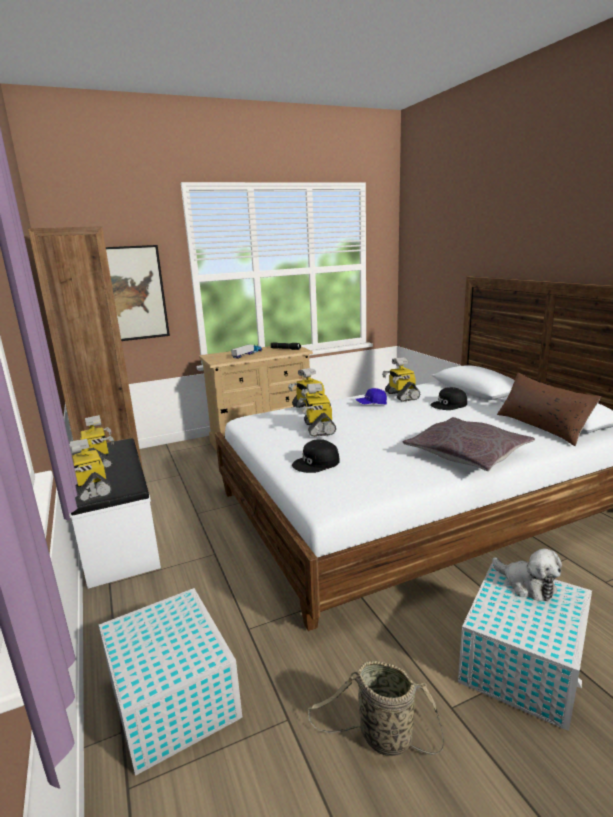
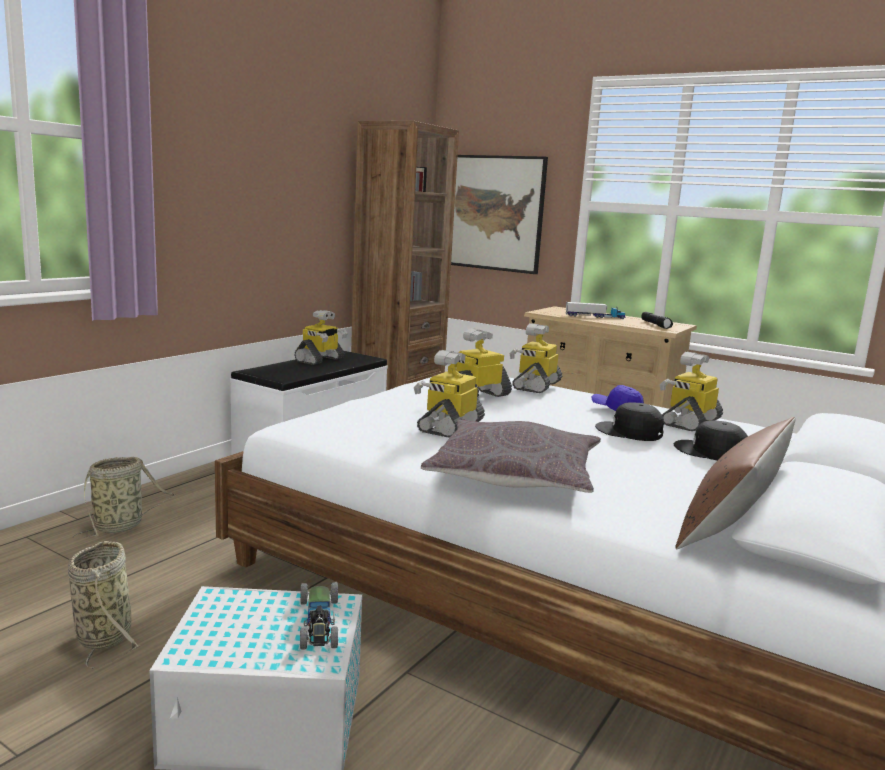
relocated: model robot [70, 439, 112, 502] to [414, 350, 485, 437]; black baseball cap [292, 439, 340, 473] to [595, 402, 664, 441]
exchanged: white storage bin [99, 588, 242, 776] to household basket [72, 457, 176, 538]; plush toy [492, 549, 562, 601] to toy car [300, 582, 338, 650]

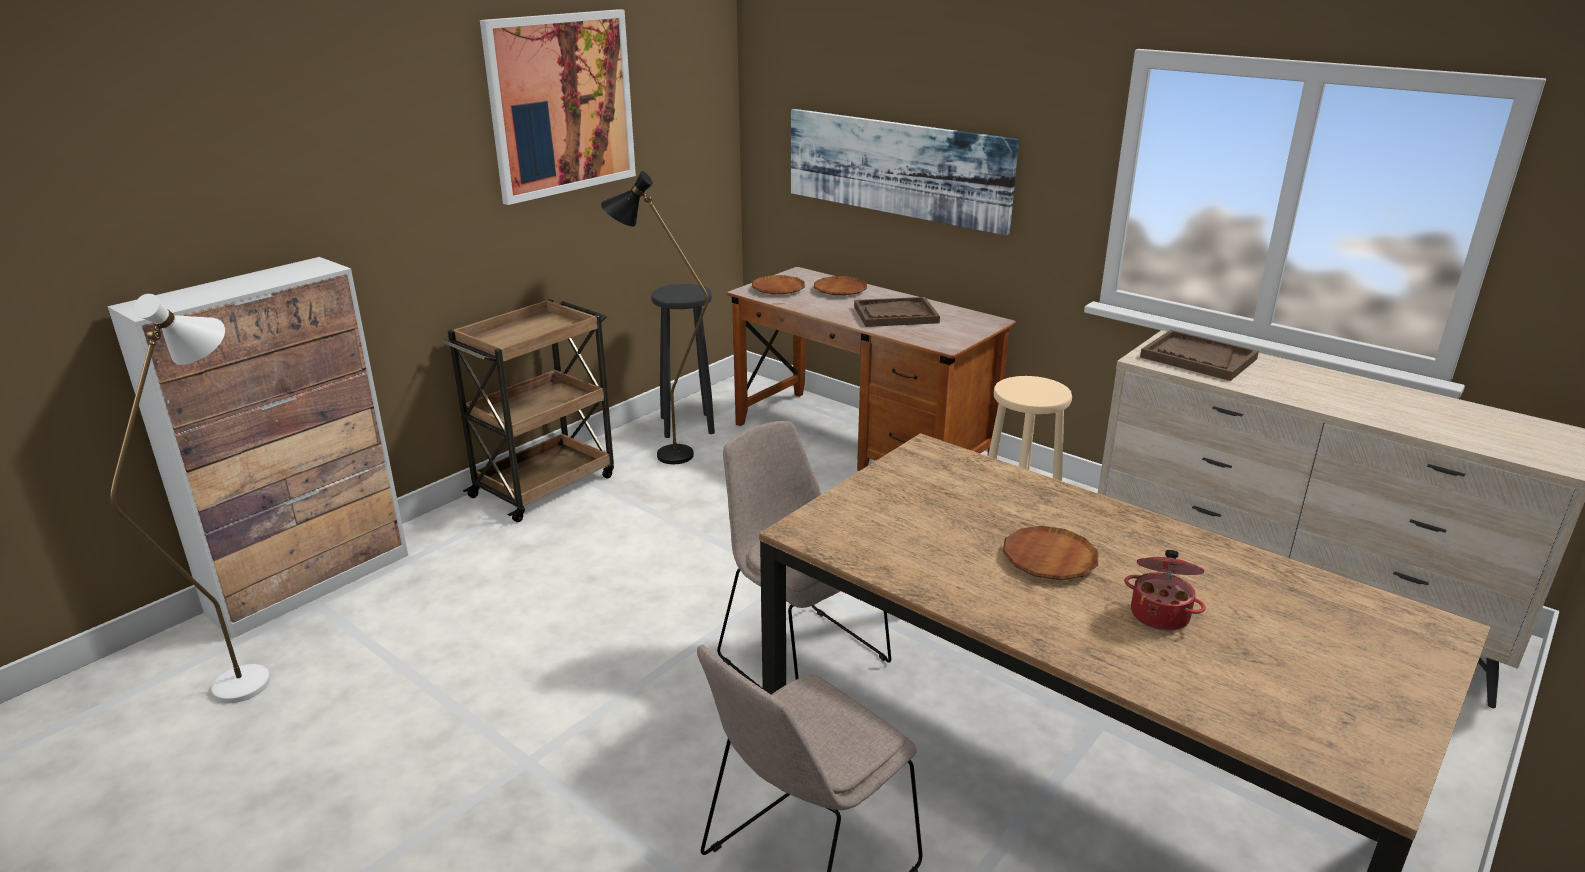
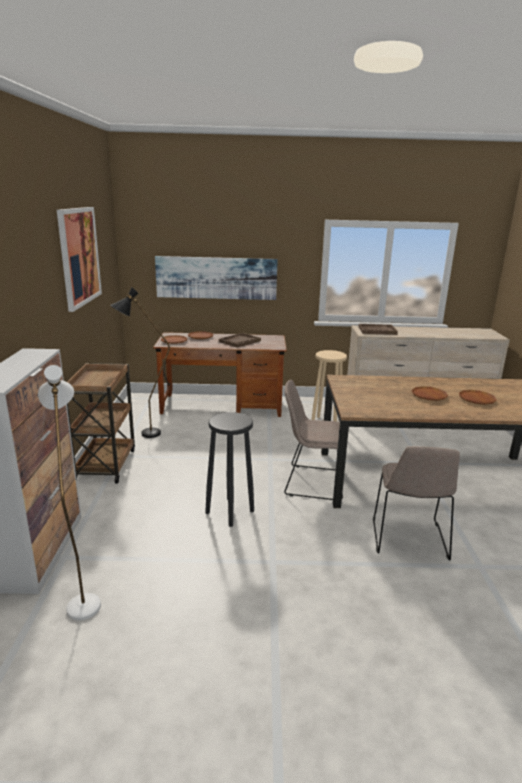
relocated: black stool seat [651, 284, 715, 438] to [205, 412, 254, 527]
exchanged: cooking pot [1124, 550, 1206, 631] to brownish flat dish [459, 390, 497, 405]

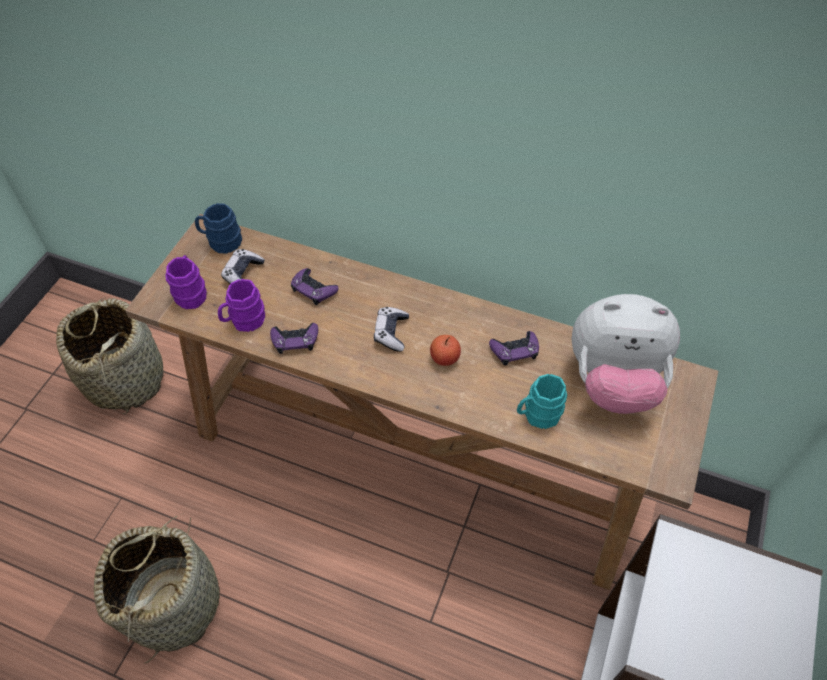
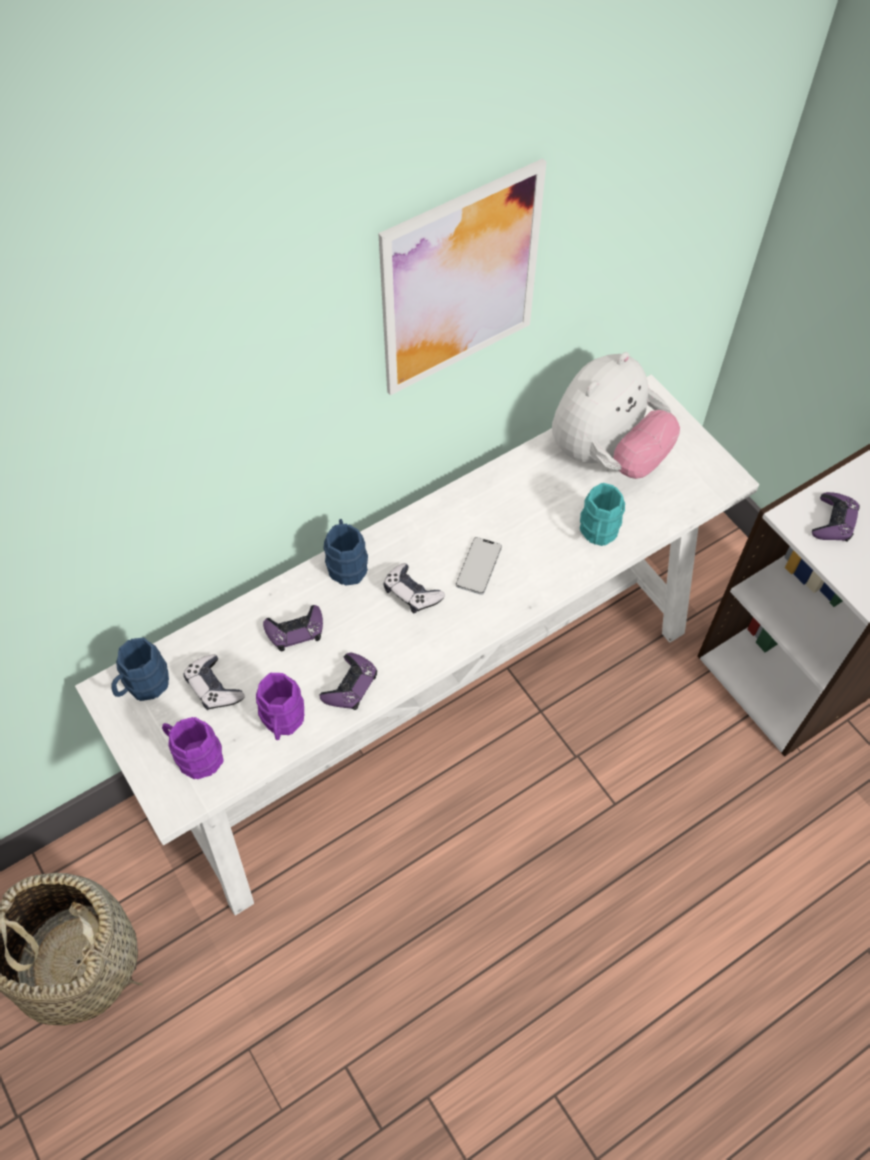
missing: household basket [94, 513, 220, 664]
appeared: blue-coloured coffee mug [323, 519, 368, 586]; picture [378, 158, 546, 395]
relocated: purple gamepad [489, 331, 539, 365] to [812, 492, 860, 542]
exchanged: apple [430, 335, 461, 366] to handset [456, 537, 502, 595]
colour: brownish narrow table [125, 214, 718, 590] to white narrow table [75, 375, 759, 915]

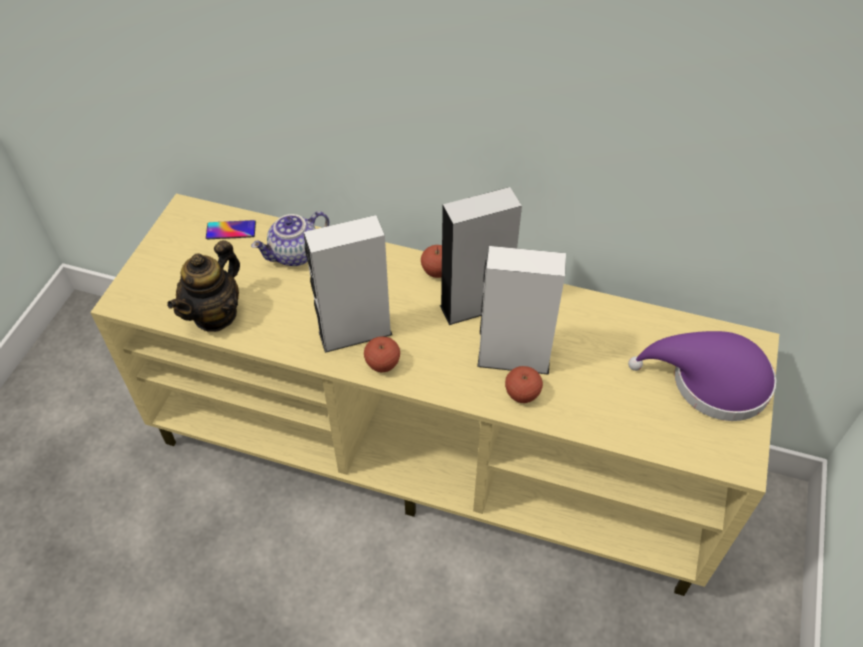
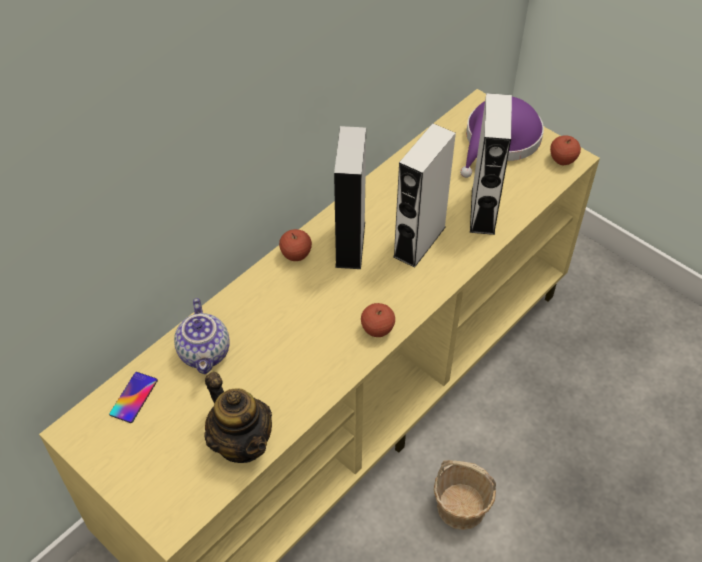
appeared: household basket [434, 460, 496, 530]
relocated: white speaker [303, 215, 392, 353] to [470, 93, 512, 235]; apple [505, 366, 543, 403] to [550, 135, 581, 165]

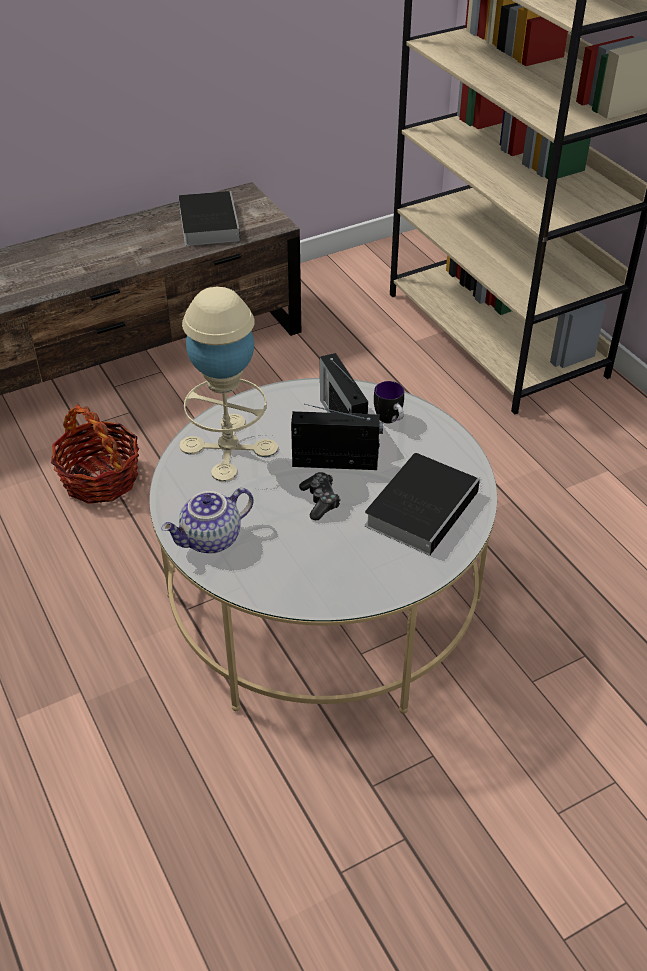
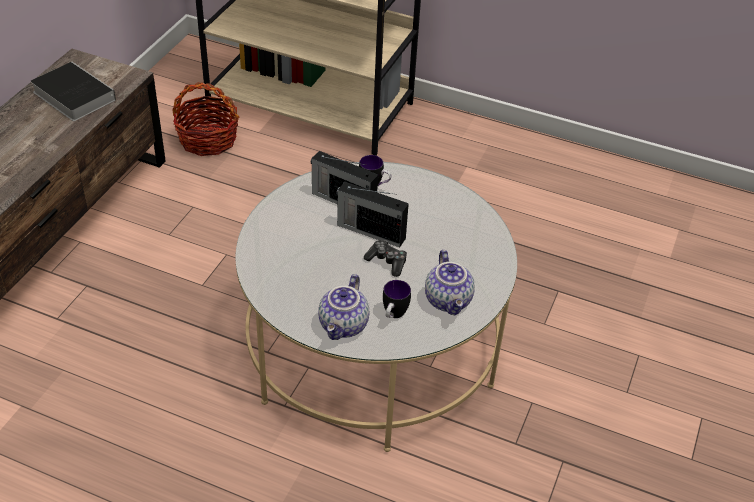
missing: beige-coloured lamp for a table [179, 287, 278, 482]; volume [365, 453, 482, 556]
appeared: coffee mug [383, 280, 411, 318]; teapot [425, 250, 475, 315]
relocated: household basket [51, 404, 139, 504] to [172, 82, 239, 156]
spun: radio set [291, 404, 383, 470] = [336, 182, 409, 247] 120 degrees counterclockwise

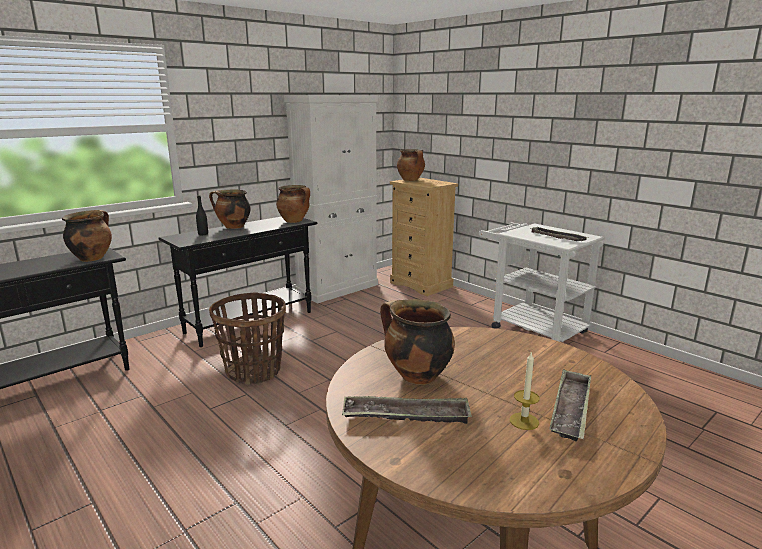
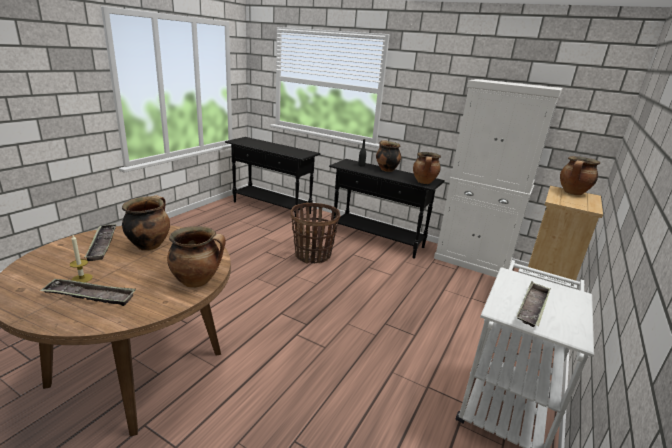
relocated: cooking pot [62, 210, 112, 262] to [167, 226, 226, 288]

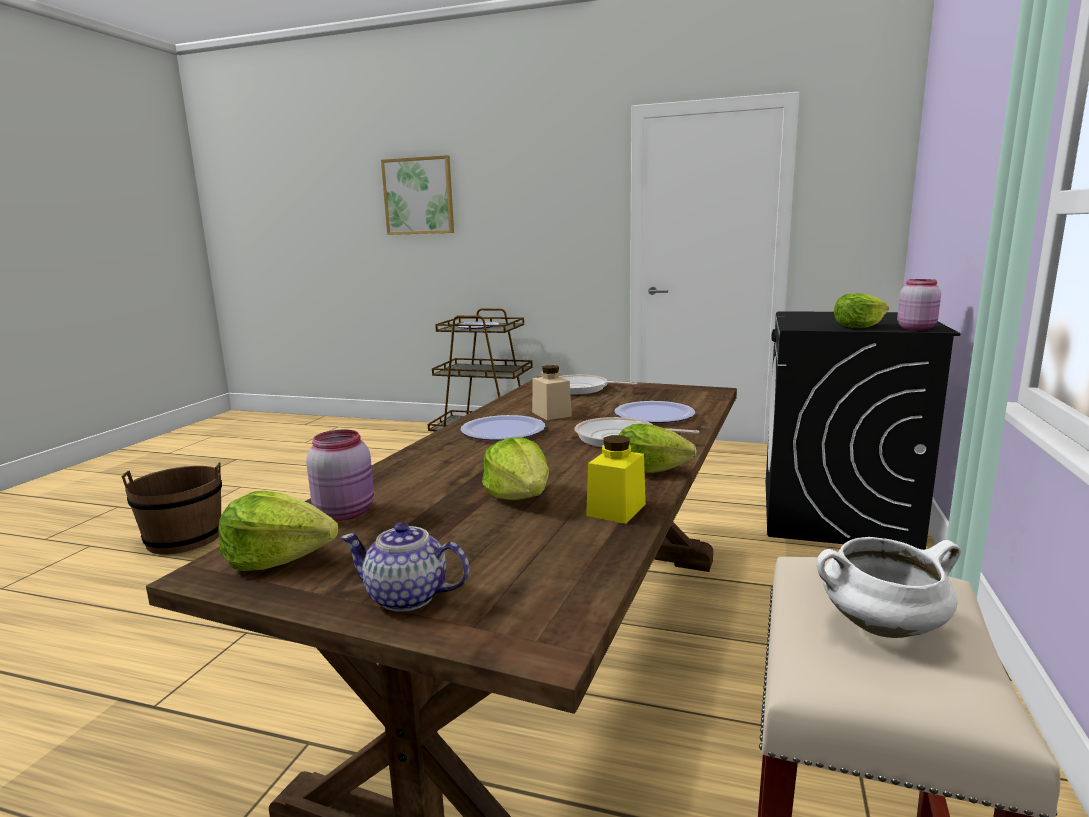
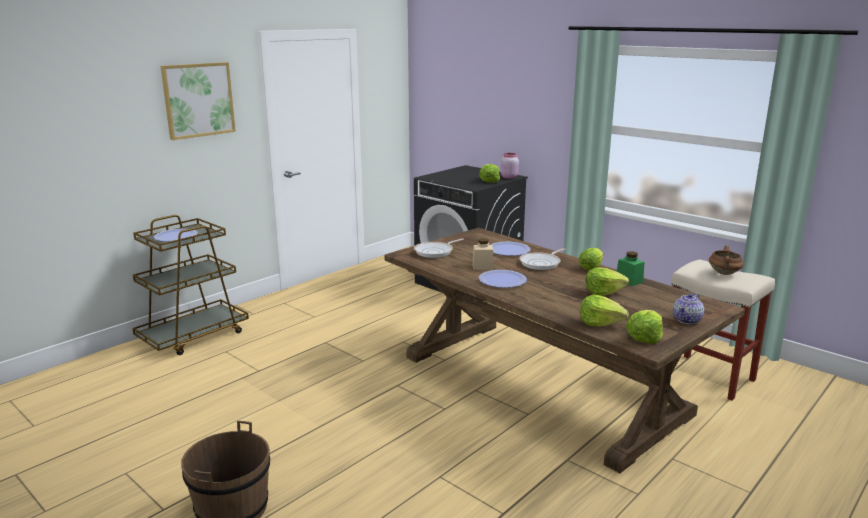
relocated: picture [381, 155, 454, 235] to [161, 62, 236, 140]
exchanged: pink-coloured storage jar [306, 429, 374, 521] to lettuce head [580, 295, 629, 326]
colour: yellow-coloured storage jar [586, 435, 646, 524] to greenish storage jar [617, 251, 644, 286]; white cooking pot [817, 537, 961, 638] to brownish cooking pot [709, 246, 744, 275]

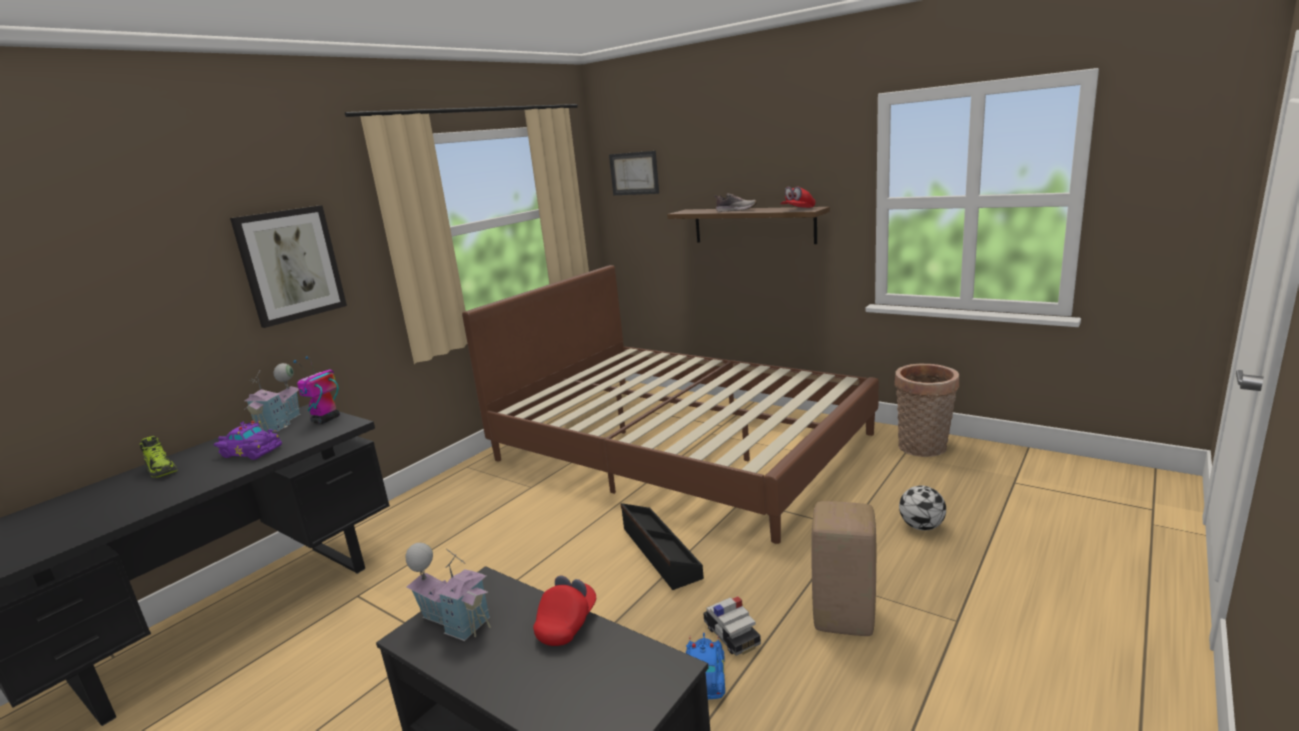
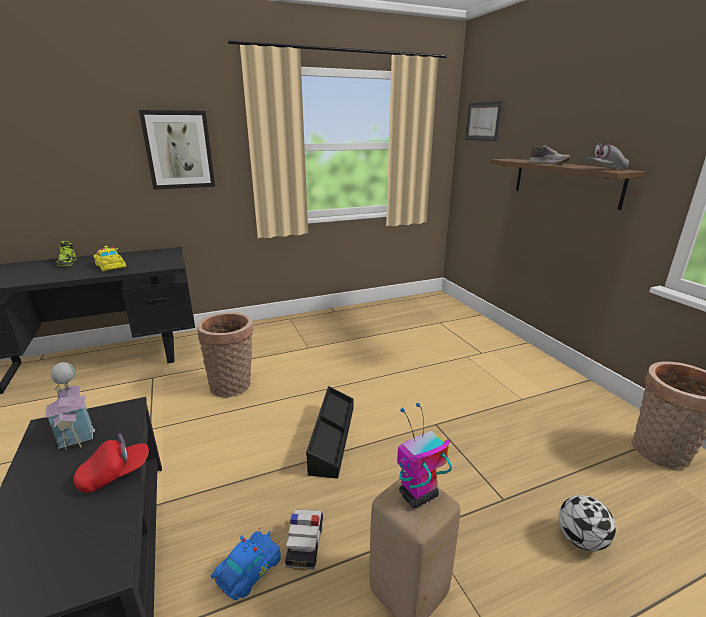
missing: model house [244, 363, 300, 432]; brownish bed [462, 265, 879, 544]
appeared: household basket [197, 312, 253, 397]
relocated: model robot [293, 356, 340, 424] to [397, 403, 452, 508]
colour: purple toy car [214, 421, 282, 460] to yellow-coloured toy car [94, 246, 126, 272]; reddish baseball cap [780, 186, 815, 208] to greyish baseball cap [585, 143, 629, 169]

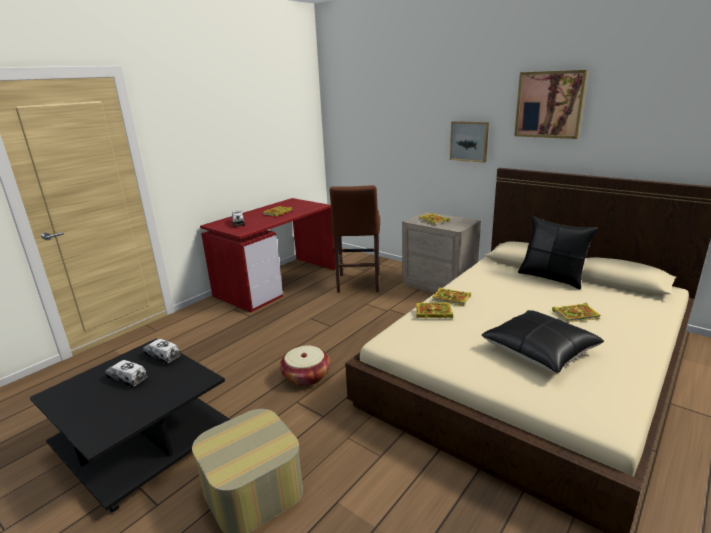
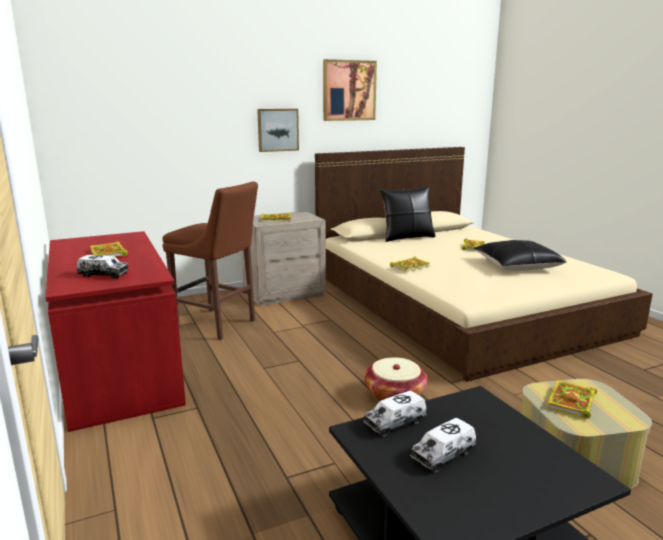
relocated: volume [416, 303, 453, 318] to [548, 380, 597, 419]

